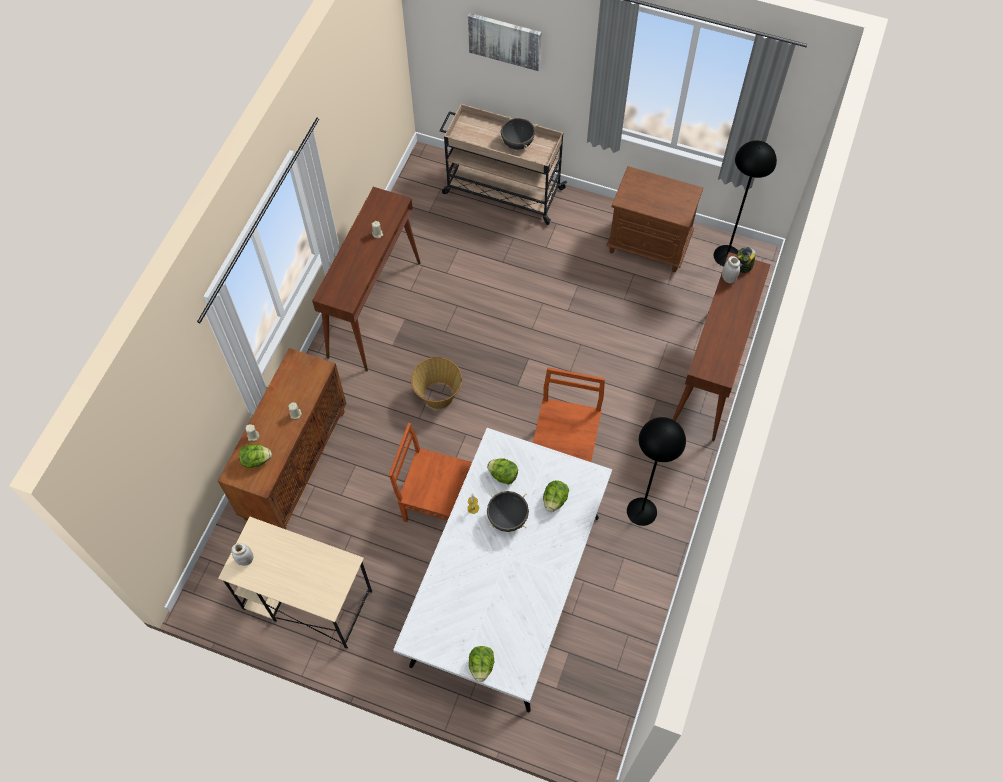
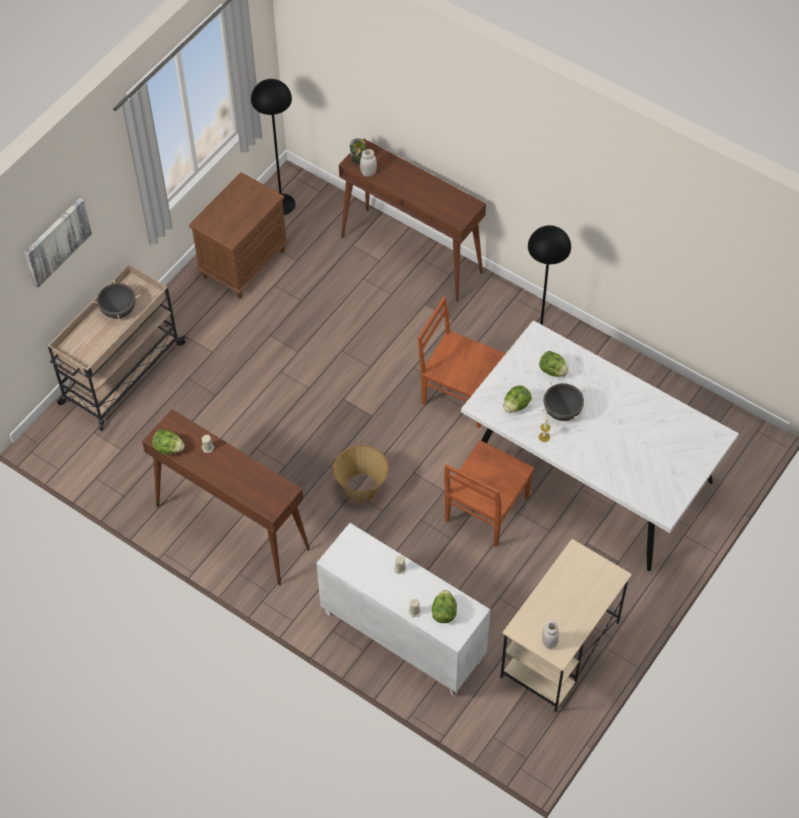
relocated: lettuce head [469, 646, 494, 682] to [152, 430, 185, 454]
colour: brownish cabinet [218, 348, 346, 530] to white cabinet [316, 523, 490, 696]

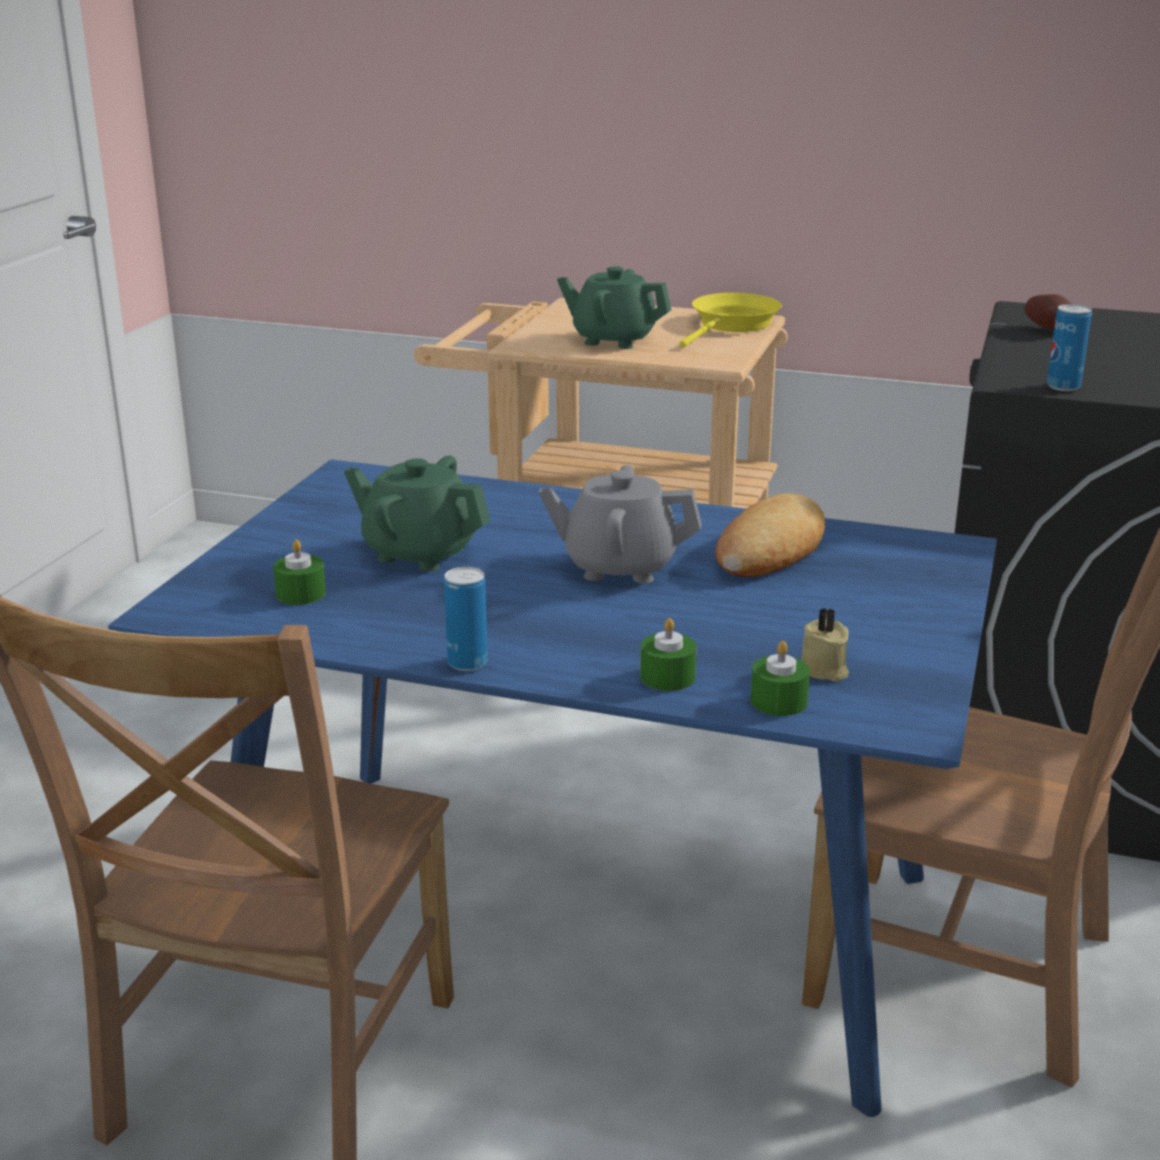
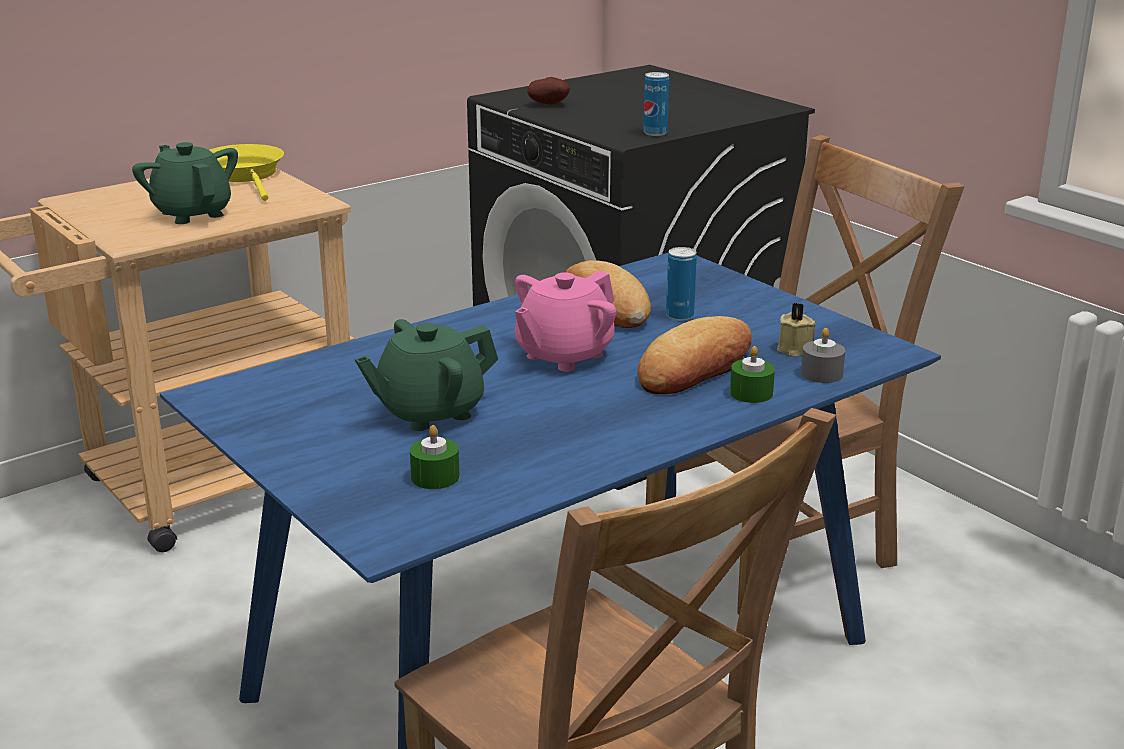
appeared: bread [638, 316, 752, 394]
relocated: can [444, 567, 488, 671] to [666, 247, 697, 321]
colour: greyish teapot [539, 465, 702, 583] to pink-coloured teapot [515, 271, 616, 372]; greenish wax light [751, 641, 810, 716] to greyish wax light [801, 328, 845, 383]
spun: greenish teapot [557, 266, 672, 349] = [132, 142, 238, 224] 90 degrees clockwise

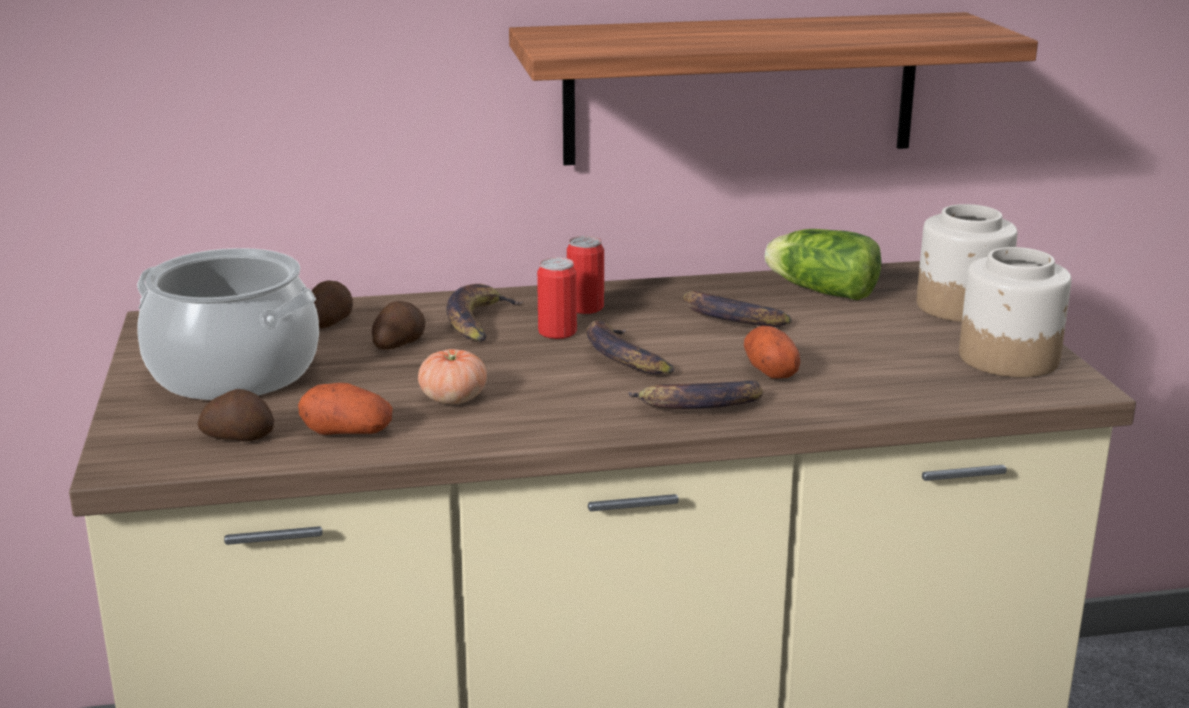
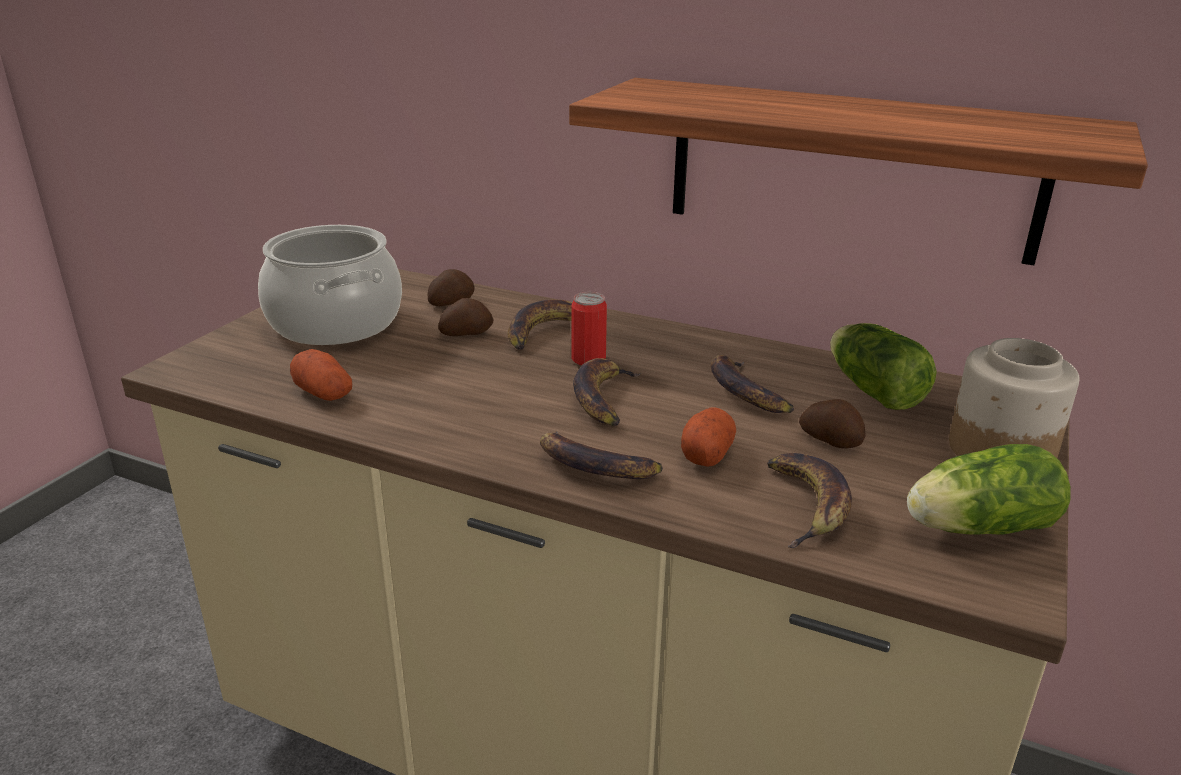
missing: fresh tomato [418, 349, 487, 404]; can [567, 236, 604, 314]
appeared: whole banana [767, 453, 852, 548]
relocated: spud [198, 389, 274, 441] to [799, 399, 866, 448]
exchanged: storage jar [959, 247, 1071, 377] to lettuce head [907, 444, 1071, 535]

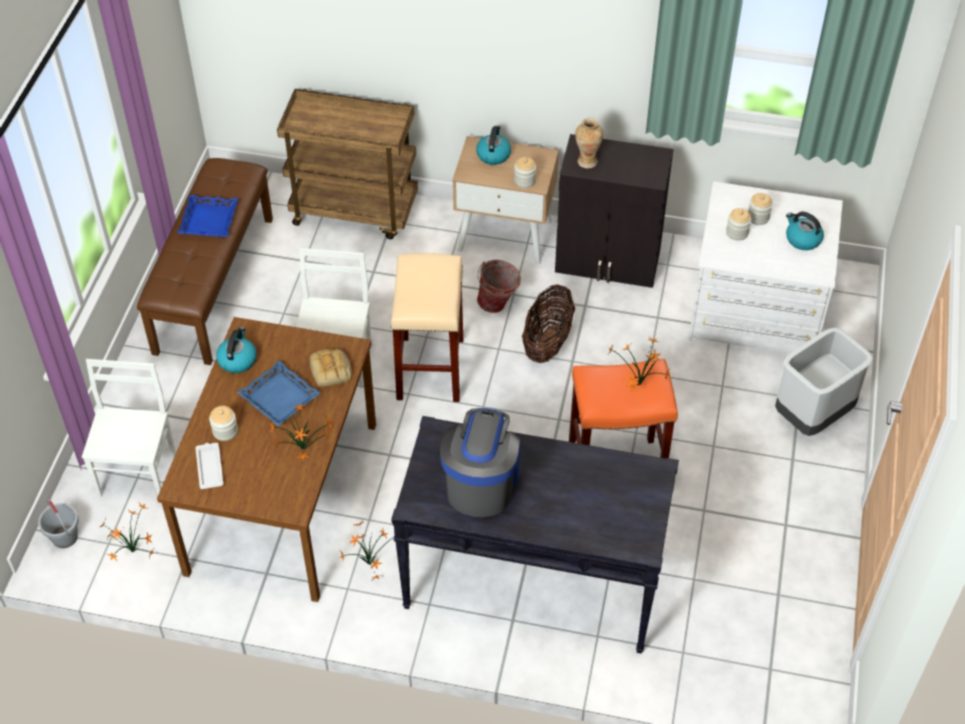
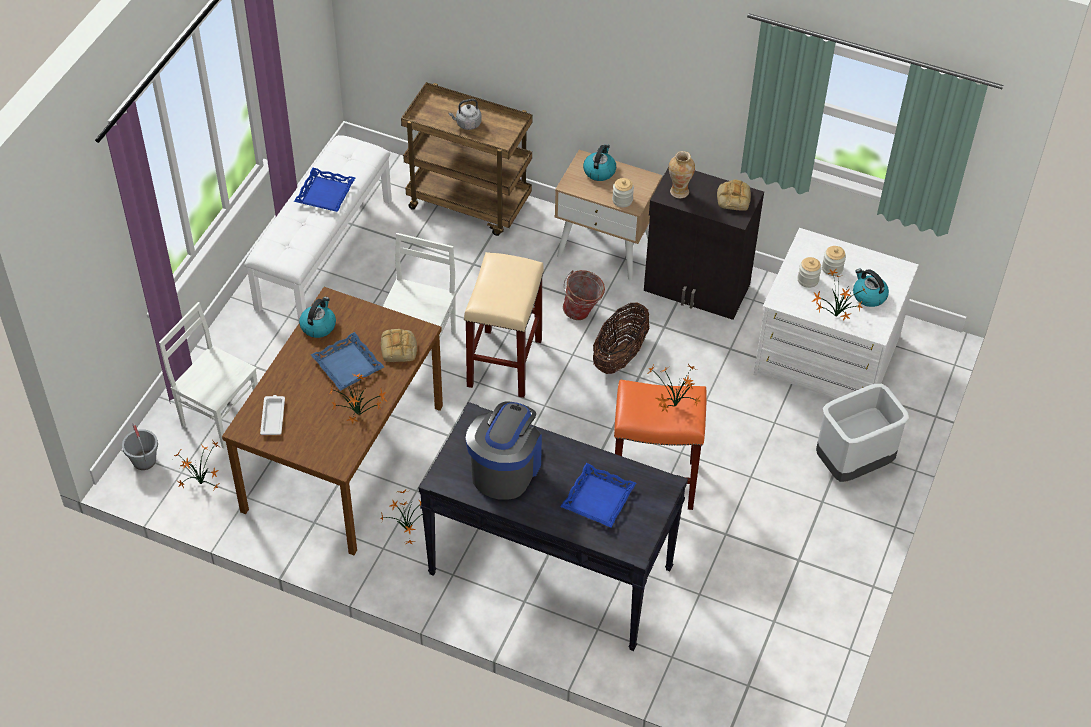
missing: storage jar [209, 406, 238, 441]
appeared: greyish kettle [449, 99, 482, 130]; blue-coloured serving tray [560, 463, 636, 528]; bread [717, 179, 751, 211]; potted plant [812, 268, 868, 321]
colour: brownish bench [137, 158, 273, 365] to white bench [244, 135, 392, 320]
spun: white chair [82, 359, 176, 497] = [159, 302, 258, 449] 75 degrees counterclockwise

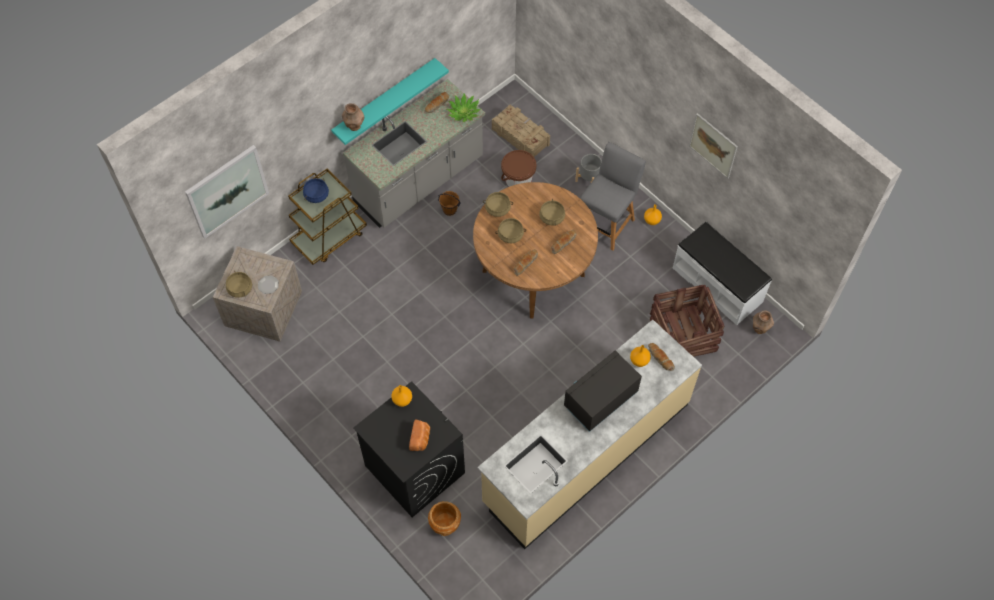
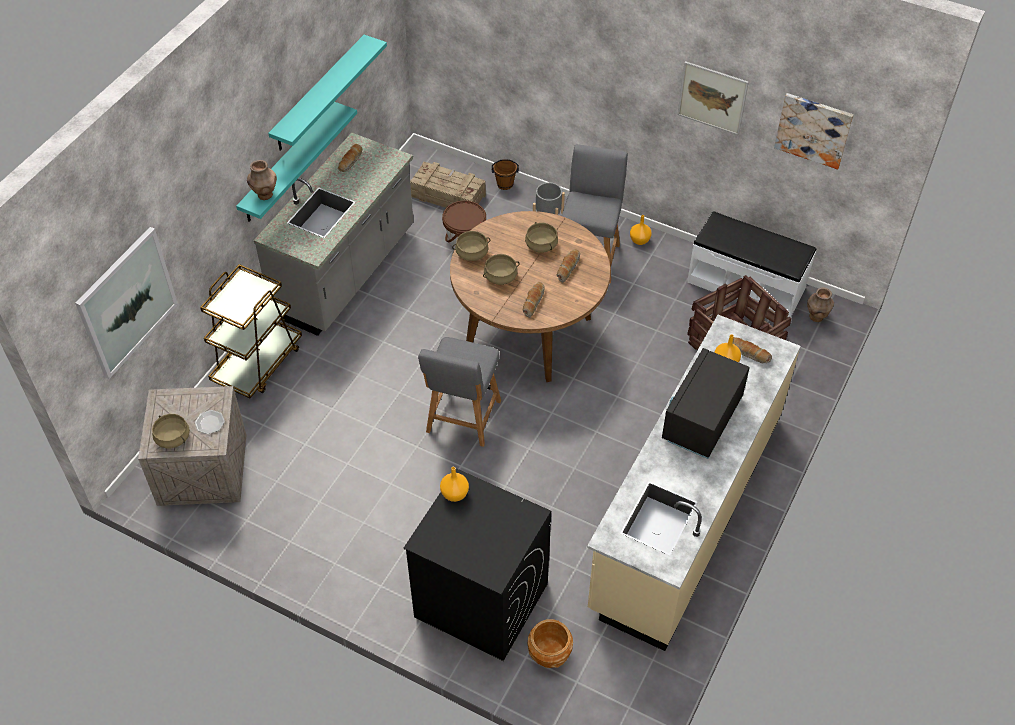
missing: blue-coloured cooking pot [303, 178, 329, 203]; bread [409, 420, 430, 451]; potted plant [447, 93, 481, 122]
appeared: turquoise-coloured wall shelf [268, 35, 387, 151]; greyish chair [418, 337, 501, 447]; picture [774, 93, 854, 169]
relocated: brownish bucket [438, 191, 461, 216] to [492, 159, 519, 190]

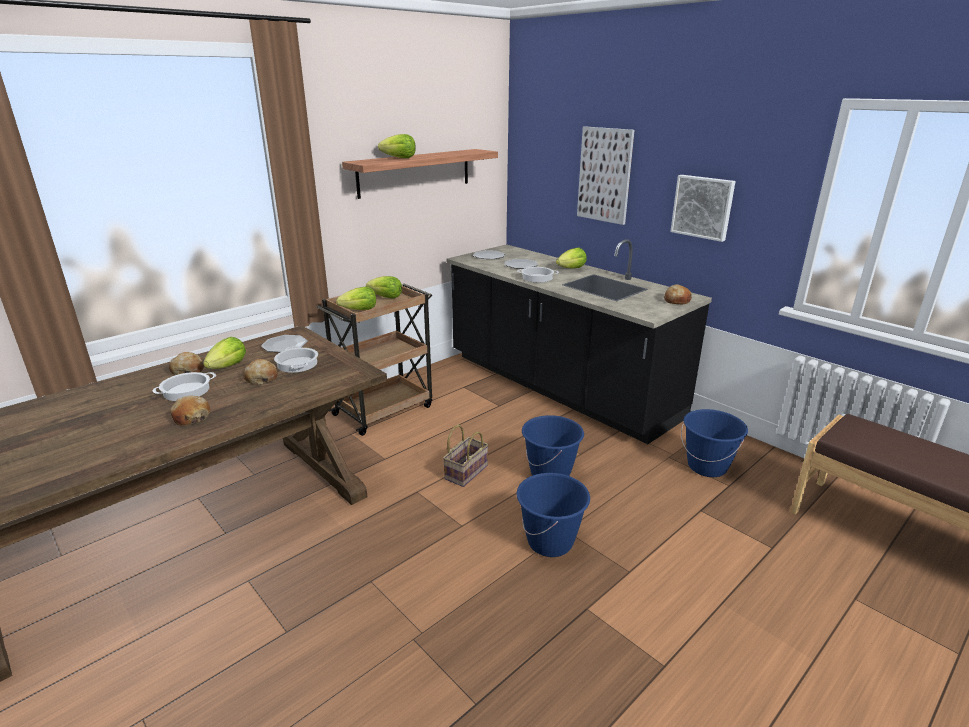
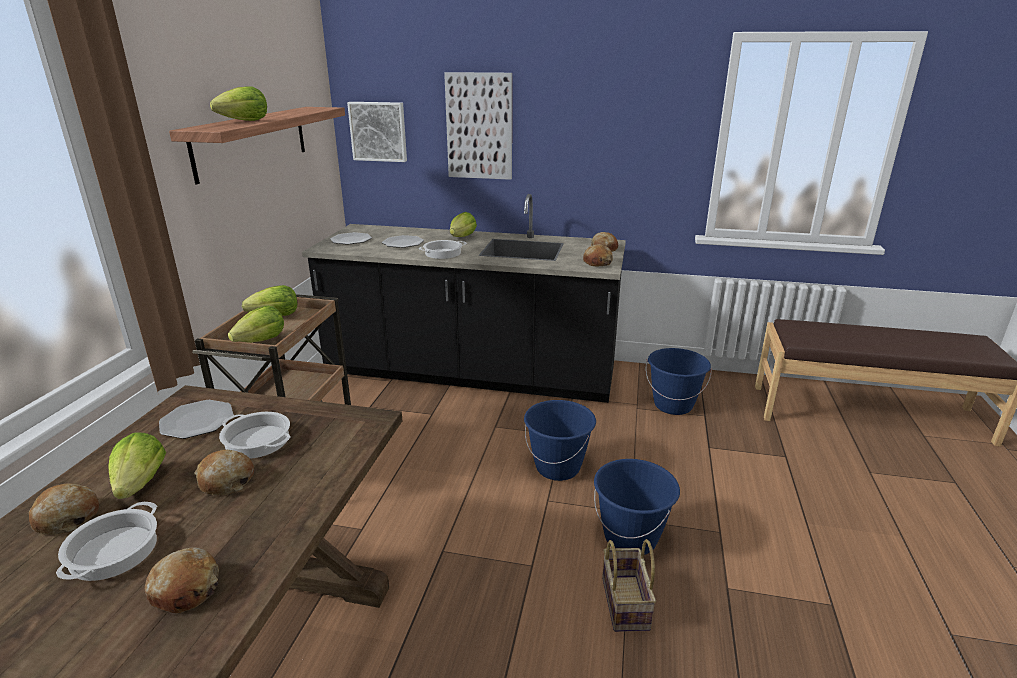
appeared: bread [583, 244, 613, 266]
relocated: household basket [443, 425, 488, 487] to [602, 539, 656, 632]; picture [670, 175, 736, 242] to [347, 102, 407, 162]

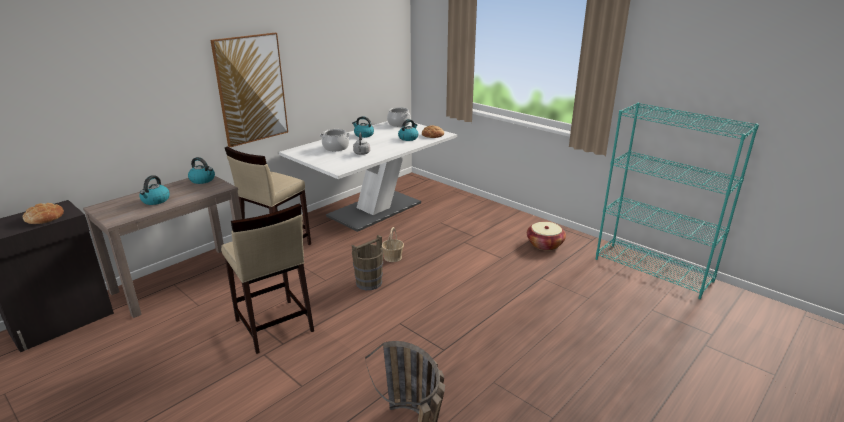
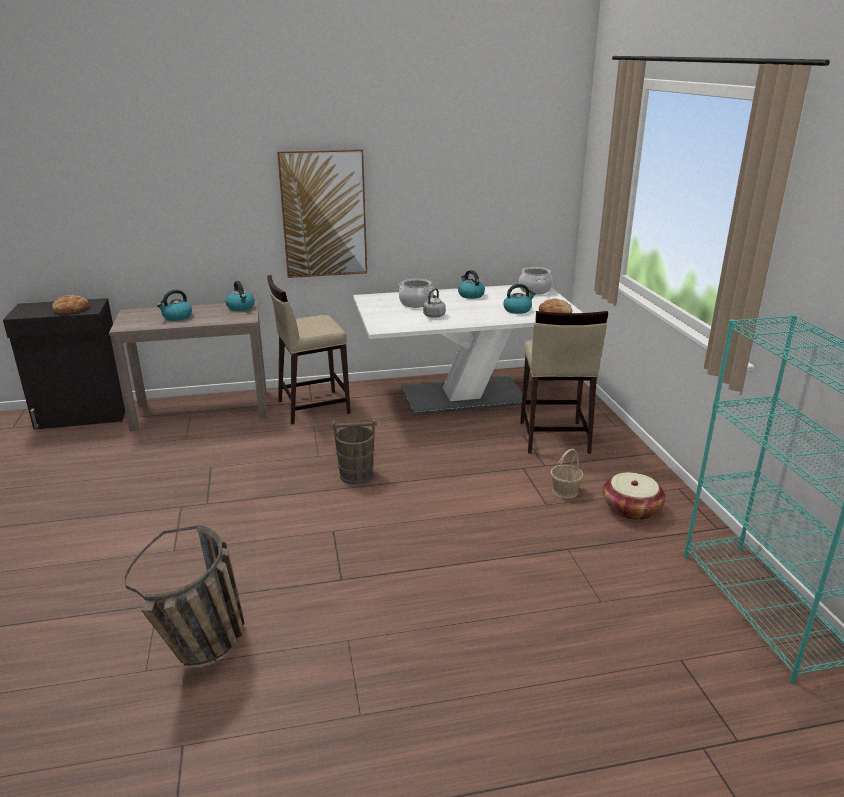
relocated: beige-coloured stool seat [221, 203, 314, 354] to [520, 311, 608, 454]; household basket [382, 227, 404, 262] to [551, 449, 584, 499]

